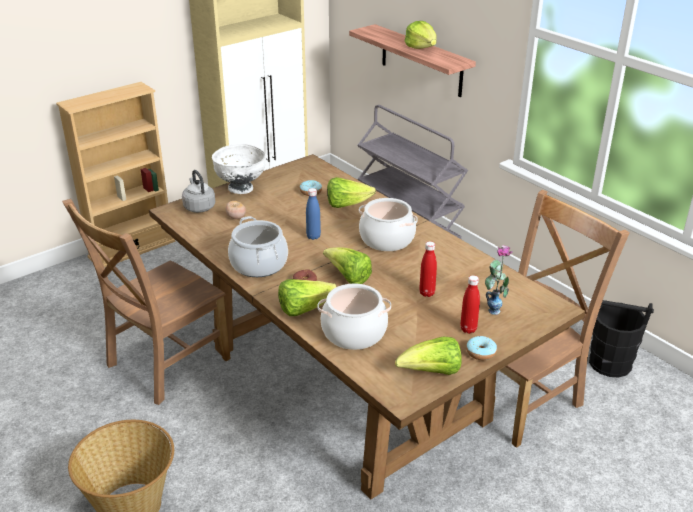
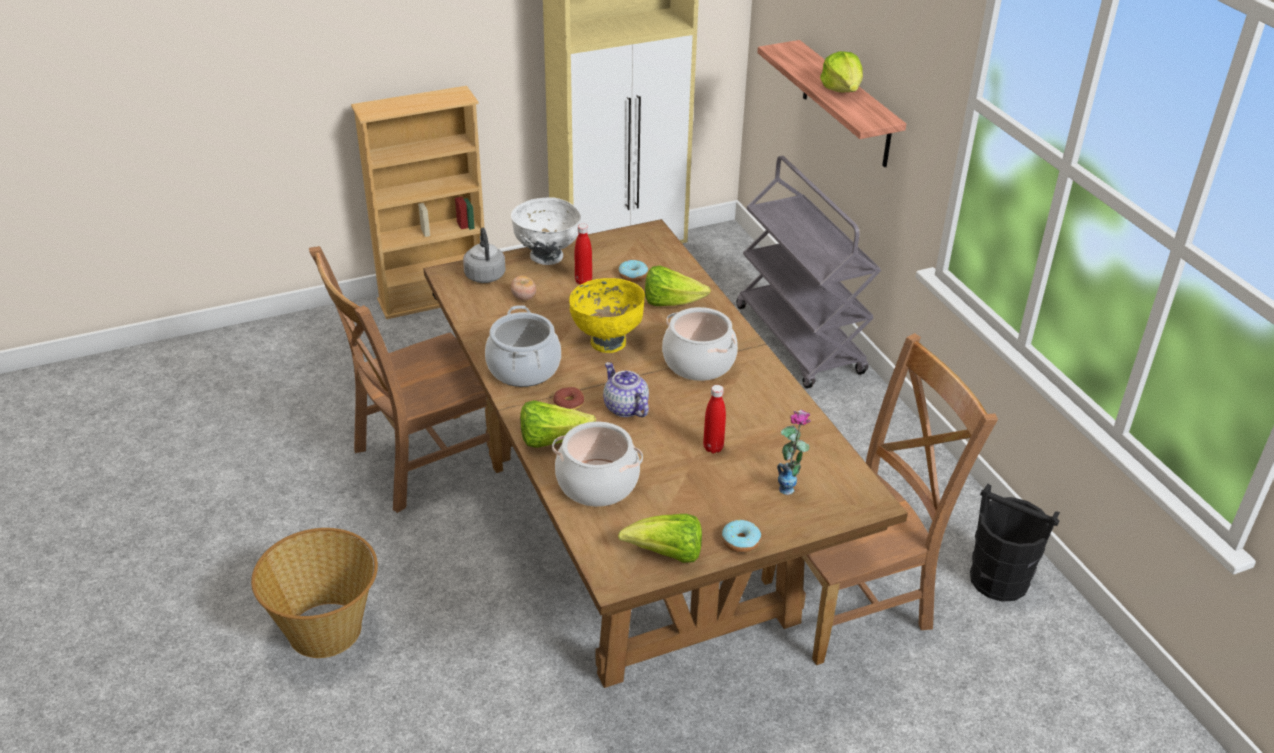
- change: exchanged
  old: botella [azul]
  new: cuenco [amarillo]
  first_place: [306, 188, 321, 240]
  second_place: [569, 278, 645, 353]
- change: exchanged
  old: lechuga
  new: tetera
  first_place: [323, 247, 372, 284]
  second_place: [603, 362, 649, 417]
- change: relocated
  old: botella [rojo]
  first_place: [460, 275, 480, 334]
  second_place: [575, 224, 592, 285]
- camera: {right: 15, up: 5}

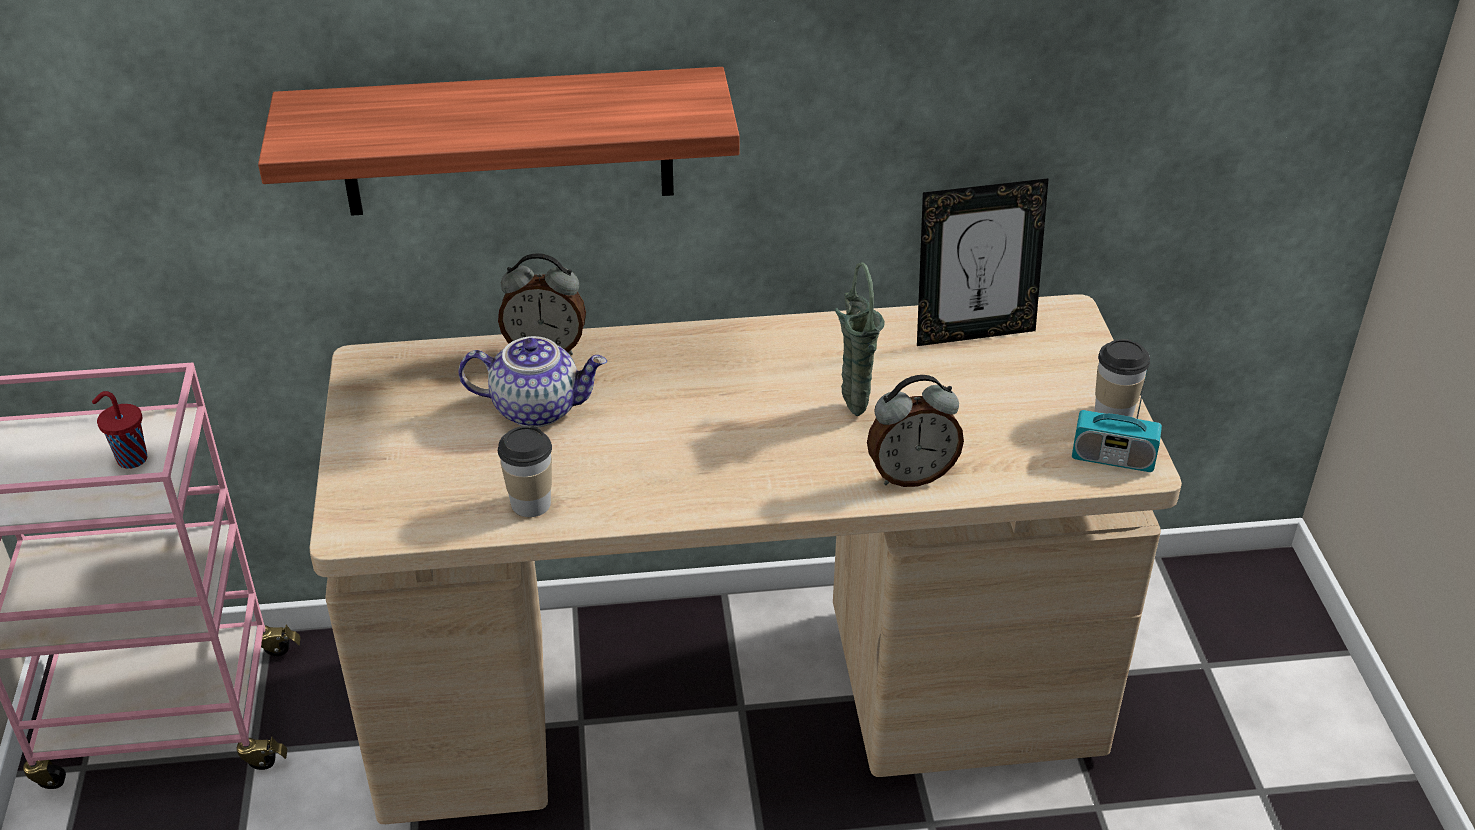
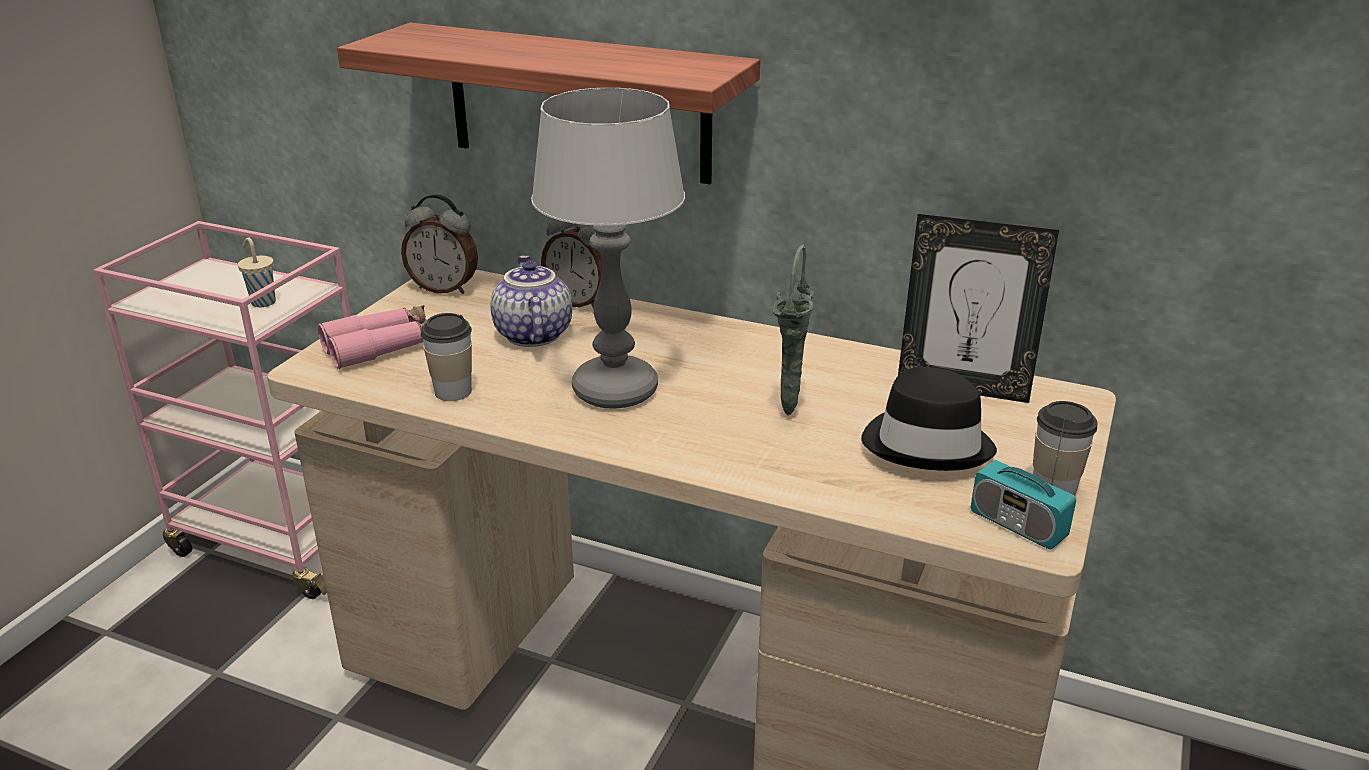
- change: spun
  old: tetera
  first_place: [458, 336, 607, 428]
  second_place: [491, 255, 572, 347]
  degrees: -135
- change: relocated
  old: despertador
  first_place: [867, 375, 964, 487]
  second_place: [401, 194, 478, 294]
- change: colour
  old: taza [rojo]
  new: taza [beis]
  first_place: [92, 391, 147, 469]
  second_place: [238, 237, 276, 307]
- change: appeared
  new: lámpara de mesa
  second_place: [531, 88, 685, 409]
- change: appeared
  new: prismáticos [rosa]
  second_place: [318, 305, 427, 369]
- change: appeared
  new: sombrero [negro]
  second_place: [861, 367, 997, 471]
- camera: {right: 30, up: -10}

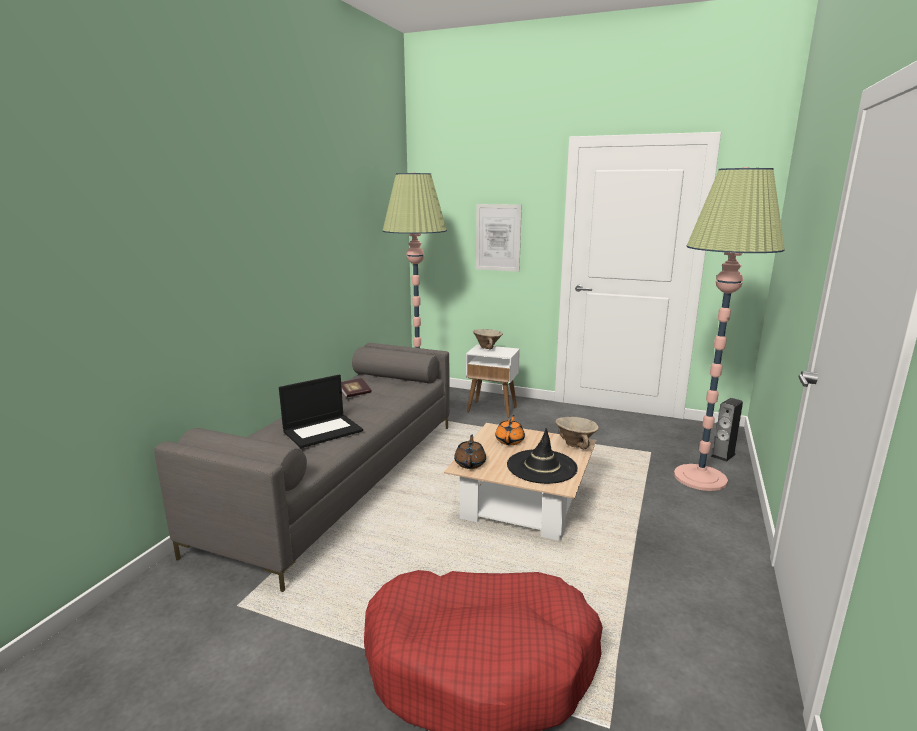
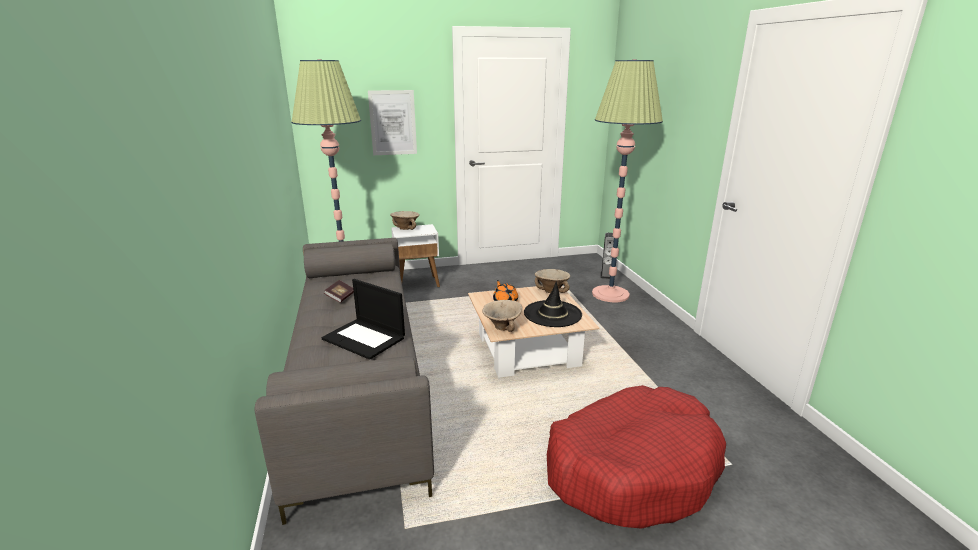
- change: spun
  old: portátil
  first_place: [279, 375, 363, 448]
  second_place: [321, 279, 405, 360]
  degrees: 105
- change: exchanged
  old: tetera [marrón]
  new: cuenco [beis]
  first_place: [454, 435, 486, 469]
  second_place: [482, 300, 523, 332]
- camera: {right: -35, up: 5}

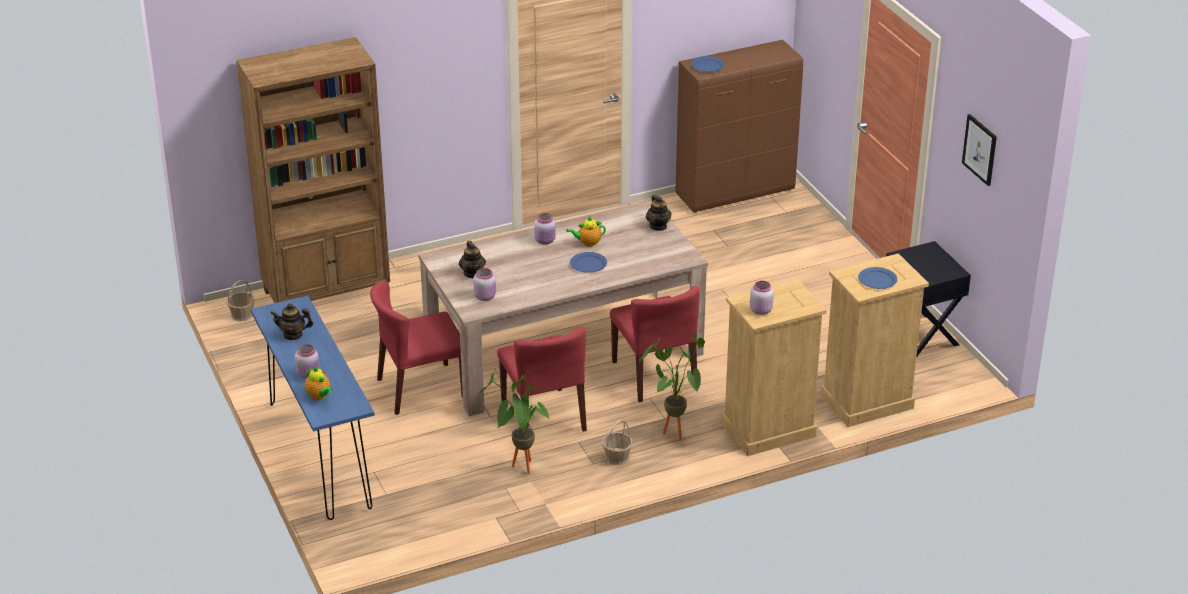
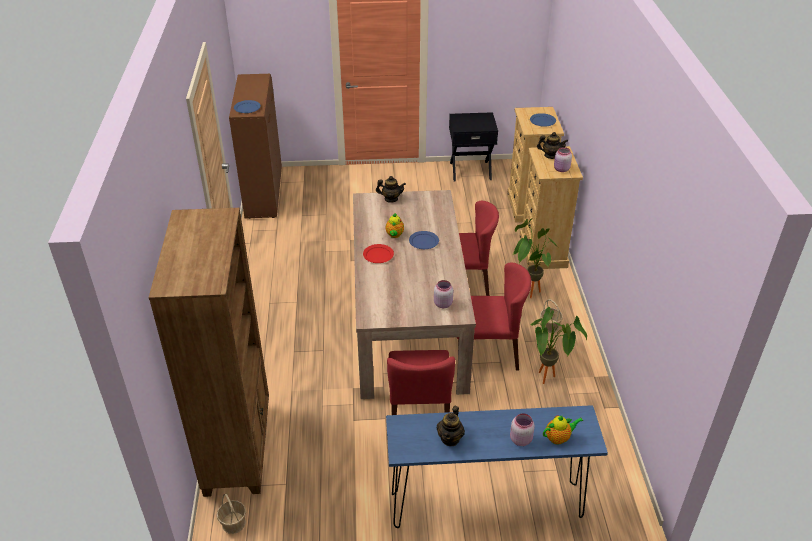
- change: missing
  old: cuadro
  first_place: [962, 114, 997, 186]
- change: exchanged
  old: tarro [rosa]
  new: plato [rojo]
  first_place: [534, 213, 556, 245]
  second_place: [363, 244, 394, 263]
- change: relocated
  old: tetera
  first_place: [459, 241, 486, 278]
  second_place: [537, 132, 568, 159]
- camera: {right: -70, up: 5}

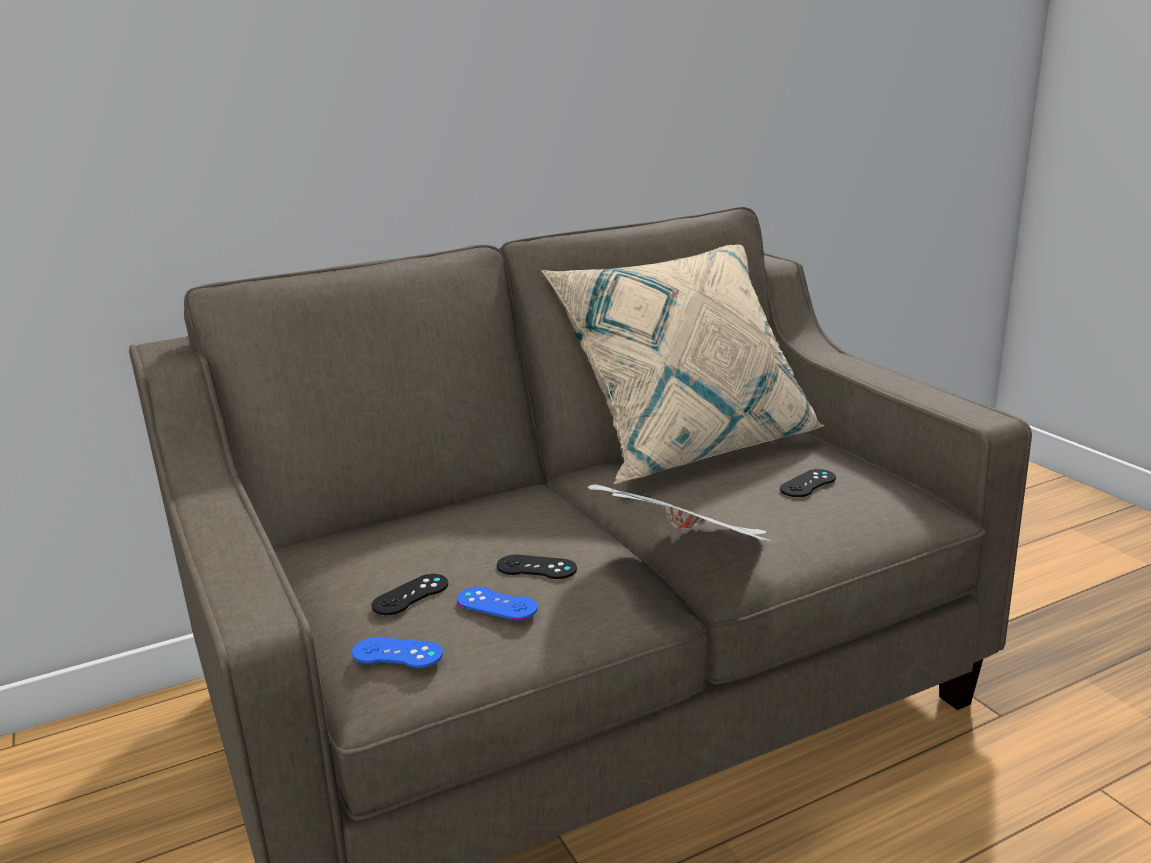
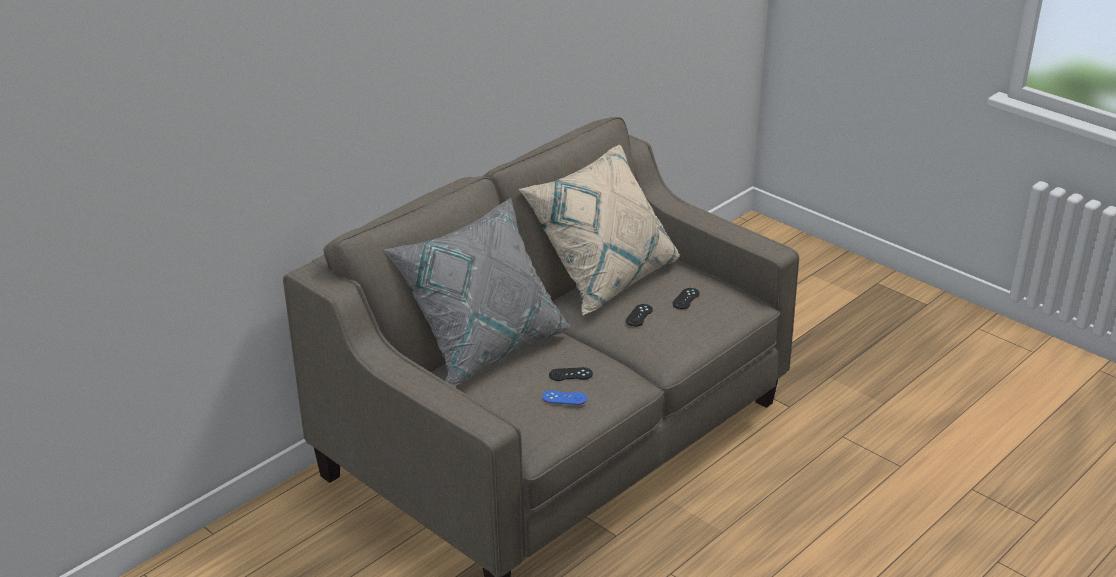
- change: missing
  old: periódico
  first_place: [588, 485, 770, 541]
- change: relocated
  old: mando de consola [negro]
  first_place: [372, 574, 448, 615]
  second_place: [625, 304, 653, 327]
- change: missing
  old: mando de consola [azul]
  first_place: [352, 637, 443, 668]
- change: appeared
  new: cojín [gris]
  second_place: [383, 198, 572, 386]
- camera: {right: -20, up: 10}

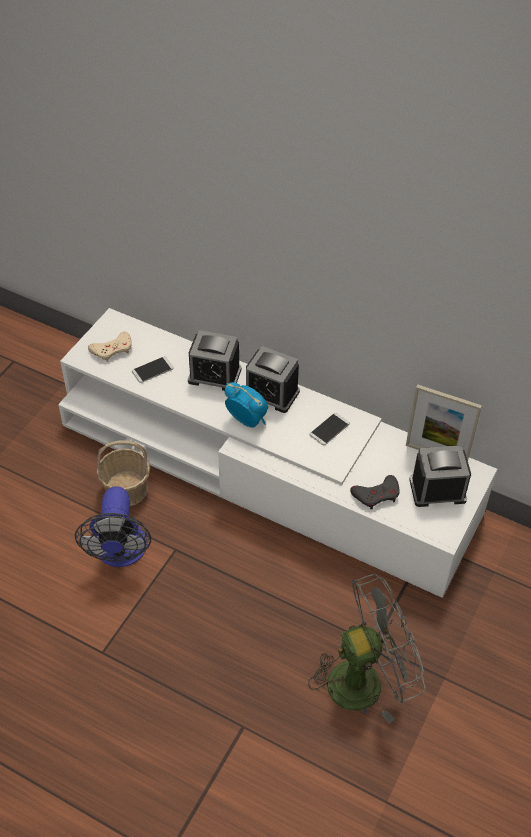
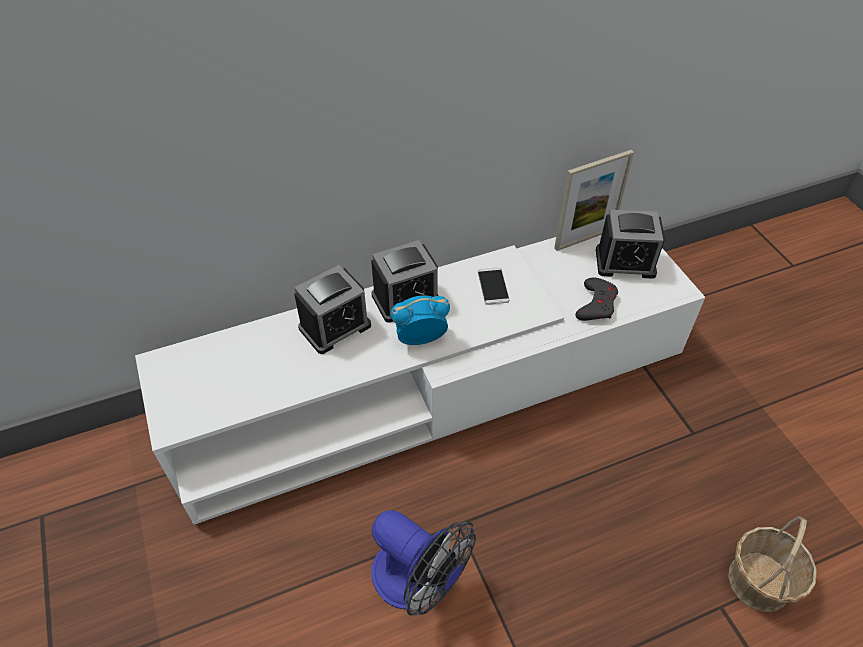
- change: missing
  old: mando de consola [beis]
  first_place: [88, 332, 132, 362]
- change: missing
  old: móvil
  first_place: [132, 357, 174, 383]
- change: relocated
  old: cesta
  first_place: [97, 441, 150, 506]
  second_place: [728, 516, 817, 612]
- change: spun
  old: despertador
  first_place: [409, 445, 471, 507]
  second_place: [596, 210, 665, 279]
  degrees: -120
- change: missing
  old: ventilador [gris]
  first_place: [308, 574, 426, 723]
- camera: {right: -50, up: 0}

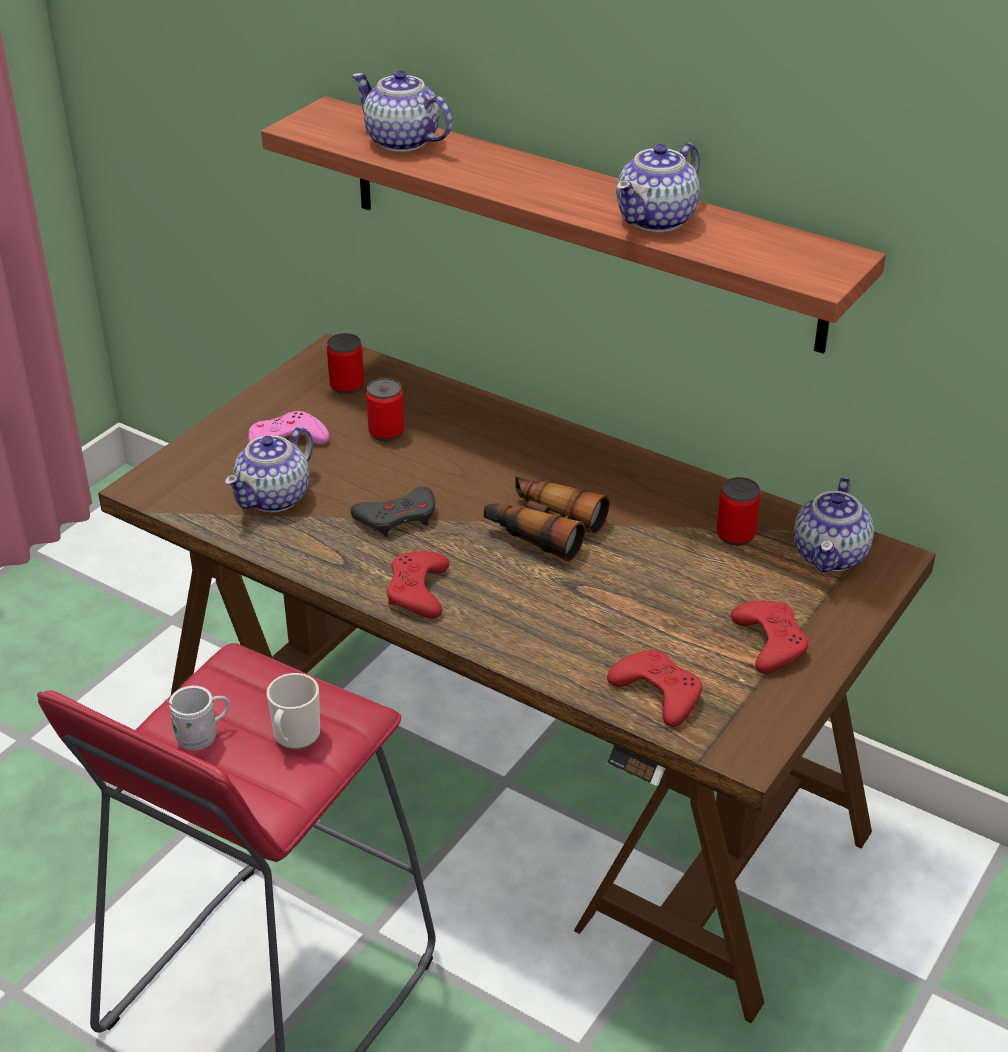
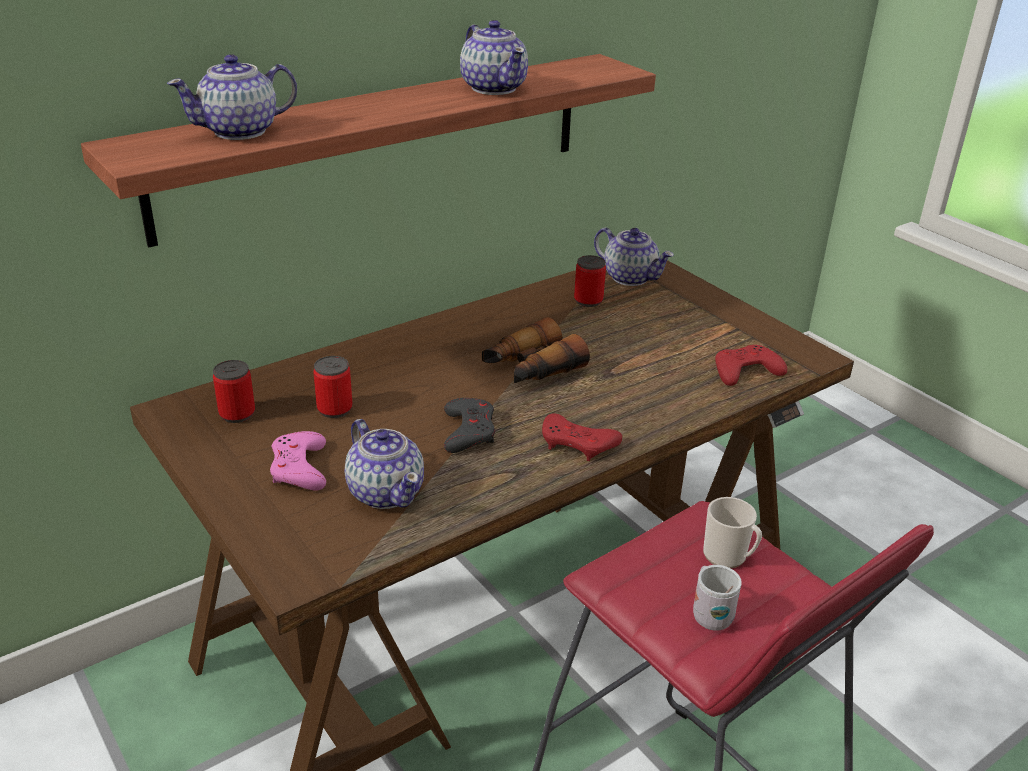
- change: missing
  old: mando de consola [rojo]
  first_place: [731, 601, 809, 674]
- camera: {right: -70, up: -5}

